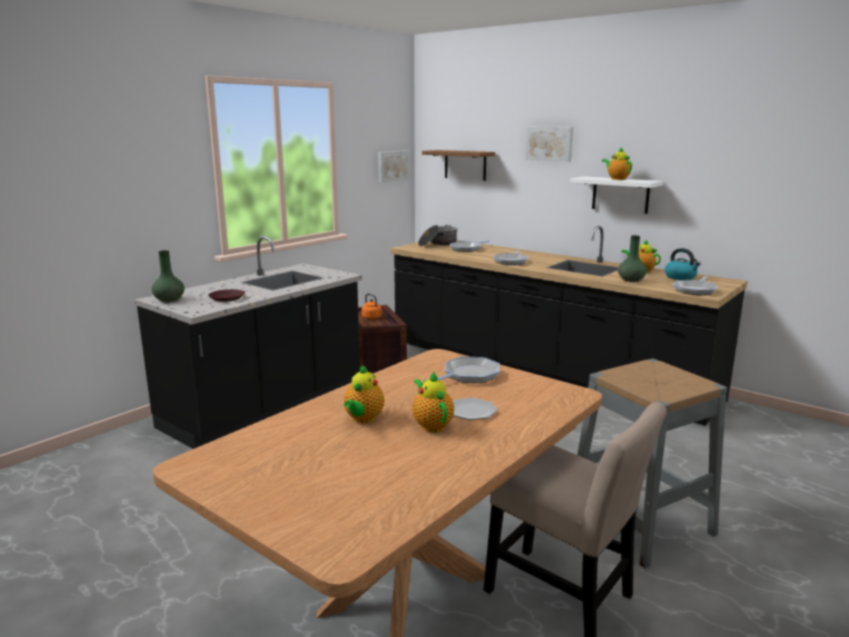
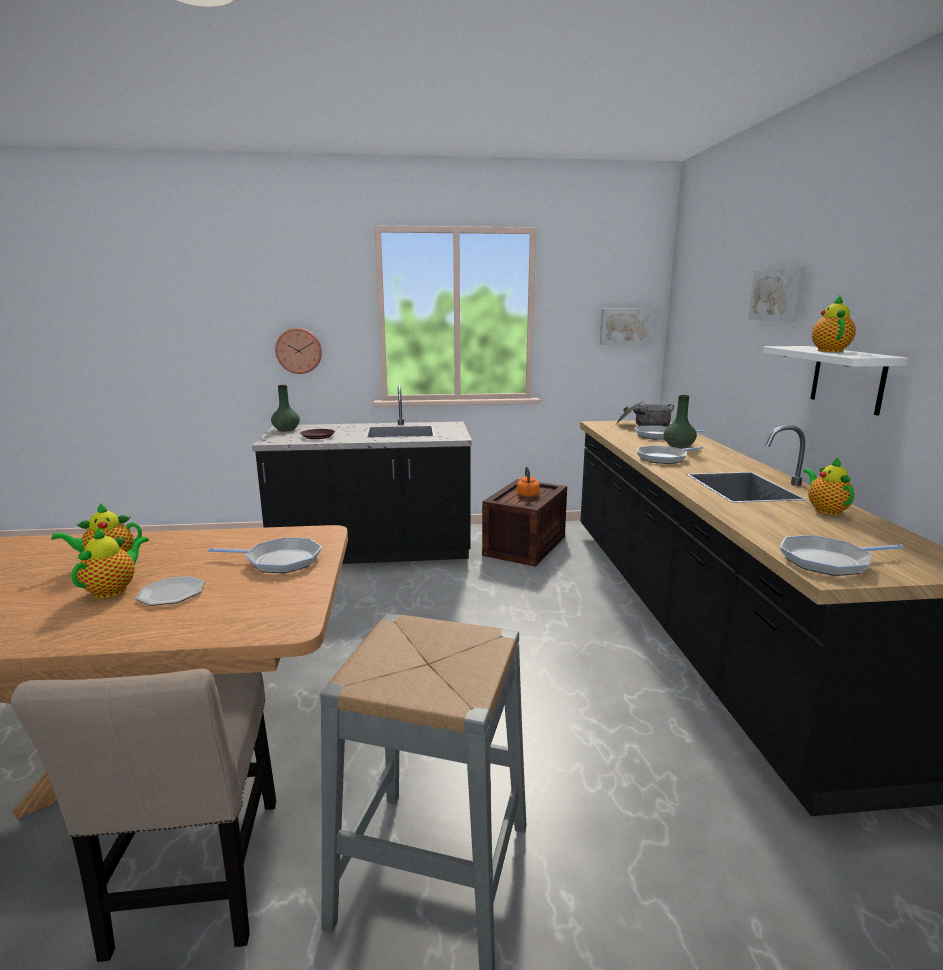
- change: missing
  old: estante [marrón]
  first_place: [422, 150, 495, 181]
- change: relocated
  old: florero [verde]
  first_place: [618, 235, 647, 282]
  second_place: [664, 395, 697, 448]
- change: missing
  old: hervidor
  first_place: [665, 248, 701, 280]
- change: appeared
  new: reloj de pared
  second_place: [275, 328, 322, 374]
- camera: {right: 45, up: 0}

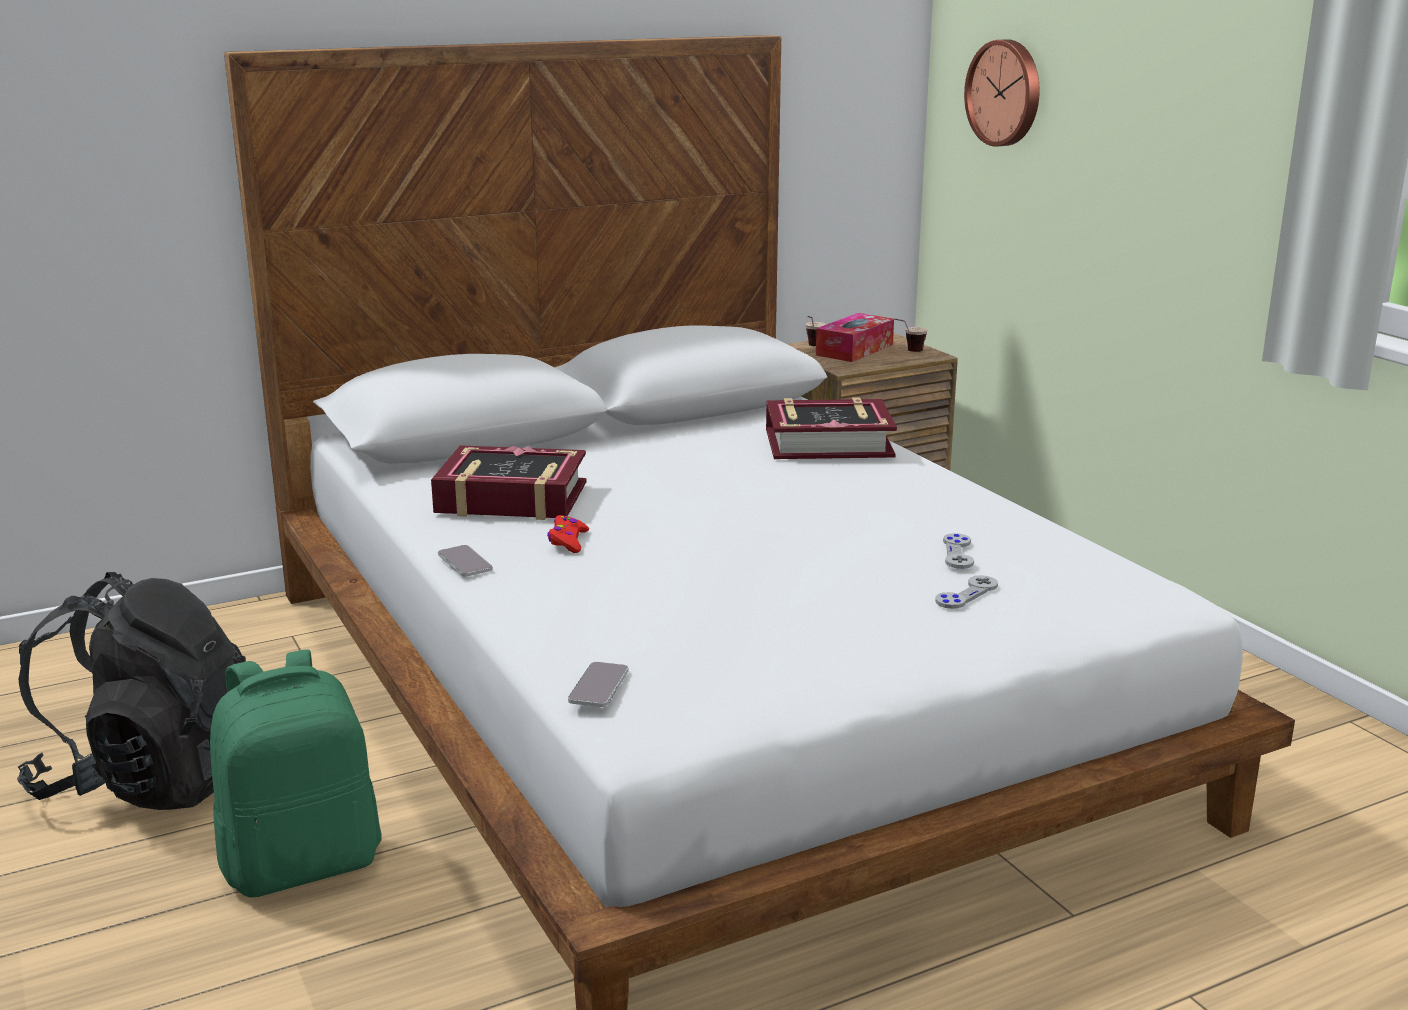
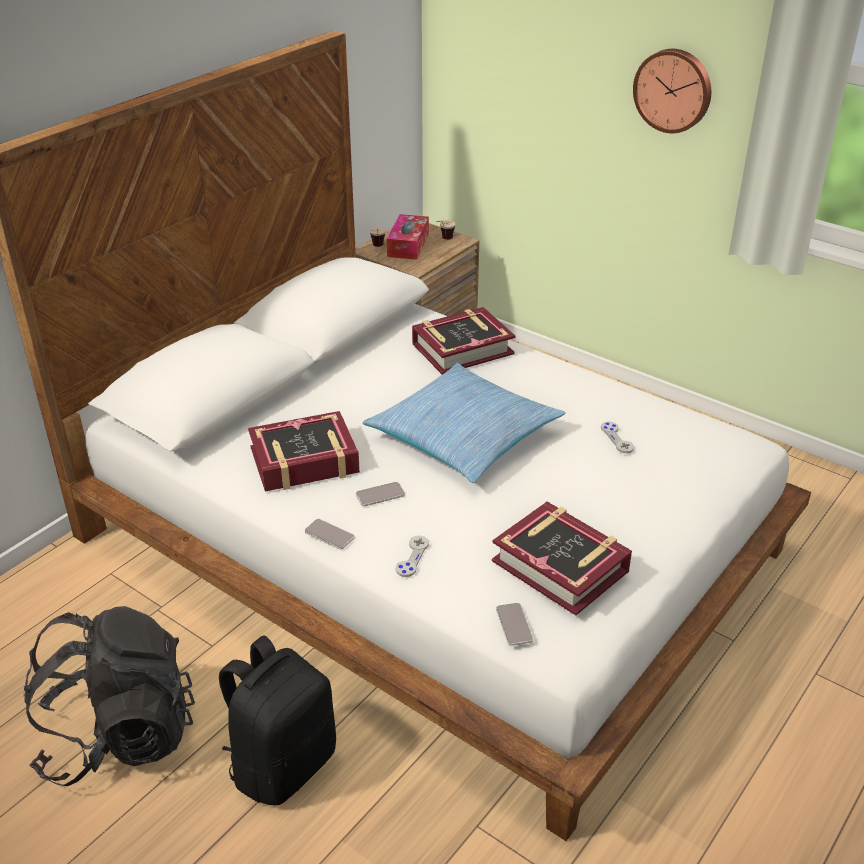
- change: relocated
  old: reloj de pared
  first_place: [964, 39, 1040, 147]
  second_place: [633, 49, 711, 133]
- change: exchanged
  old: mando de consola [rojo]
  new: móvil
  first_place: [547, 515, 589, 553]
  second_place: [356, 482, 405, 506]
- change: relocated
  old: mando de consola [gris]
  first_place: [935, 575, 998, 609]
  second_place: [396, 536, 429, 577]
- change: colour
  old: mochila [verde]
  new: mochila [negro]
  first_place: [210, 650, 382, 898]
  second_place: [219, 635, 336, 806]
- change: appeared
  new: cojín
  second_place: [362, 362, 566, 483]
- change: appeared
  new: libro
  second_place: [492, 502, 632, 615]
- camera: {right: -25, up: 15}

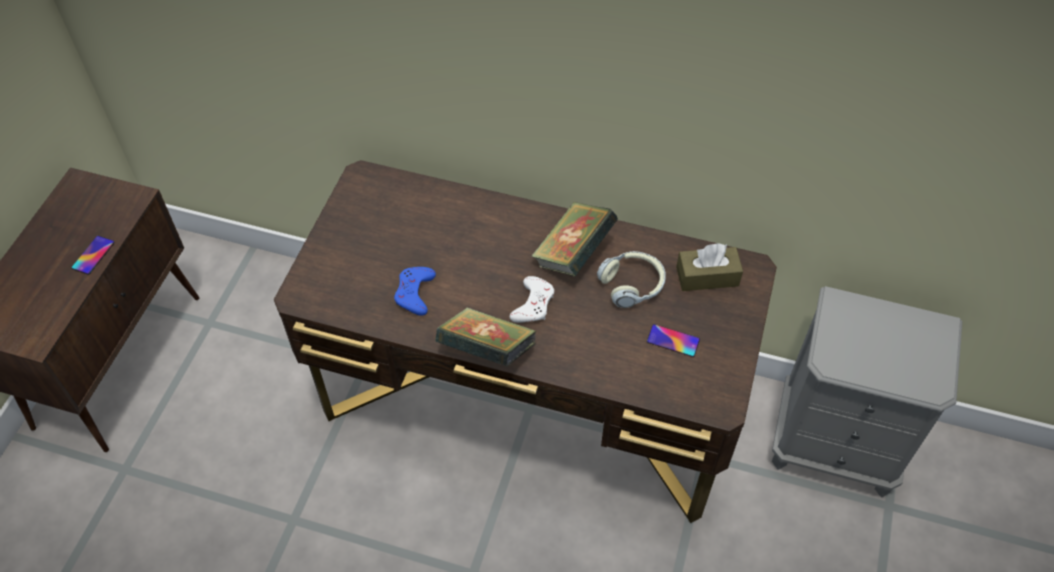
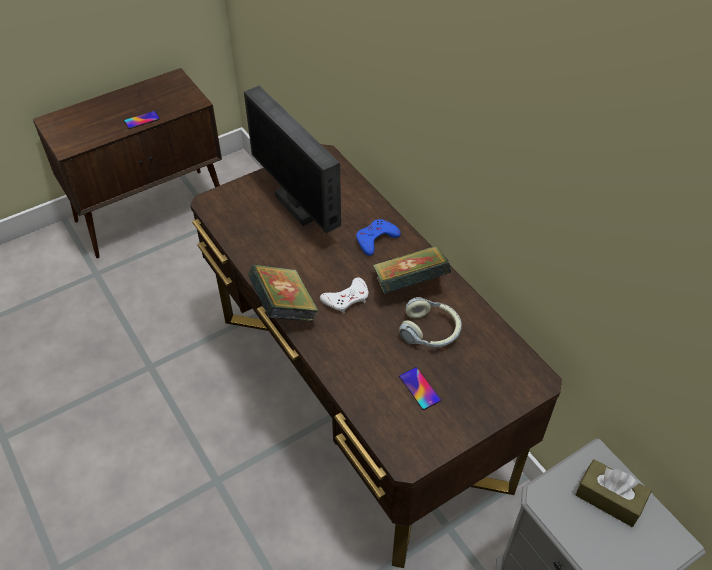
- change: relocated
  old: caja de pañuelos [marrón]
  first_place: [676, 243, 743, 291]
  second_place: [575, 459, 652, 527]
- change: relocated
  old: mando de consola [azul]
  first_place: [394, 267, 436, 316]
  second_place: [356, 219, 401, 256]
- change: appeared
  new: monitor
  second_place: [244, 86, 341, 233]
- camera: {right: 40, up: -5}

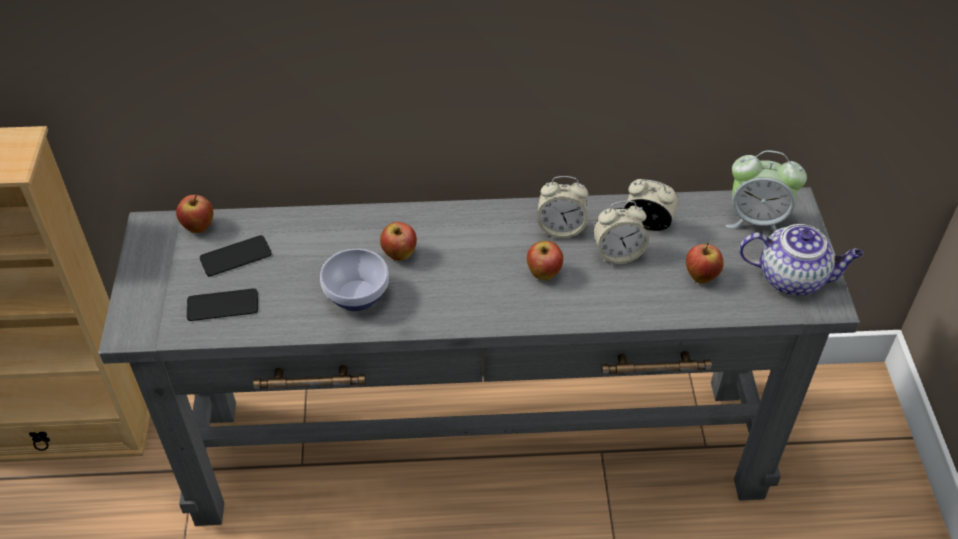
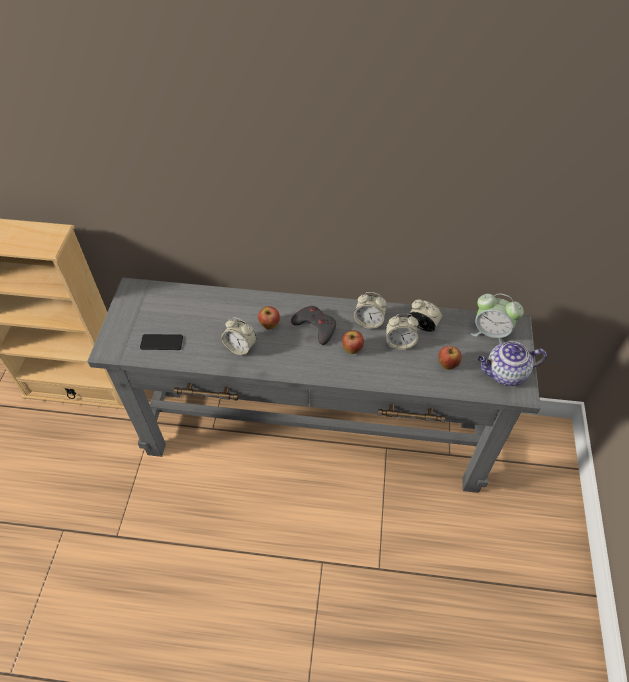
- change: missing
  old: manzana
  first_place: [176, 195, 213, 233]
- change: spun
  old: tetera
  first_place: [739, 224, 864, 296]
  second_place: [477, 341, 547, 386]
  degrees: 150
- change: missing
  old: móvil
  first_place: [200, 235, 272, 276]
- change: exchanged
  old: cuenco
  new: despertador
  first_place: [320, 249, 389, 311]
  second_place: [221, 317, 256, 355]
- change: appeared
  new: mando de consola [gris]
  second_place: [291, 306, 336, 345]
- camera: {right: 10, up: 5}

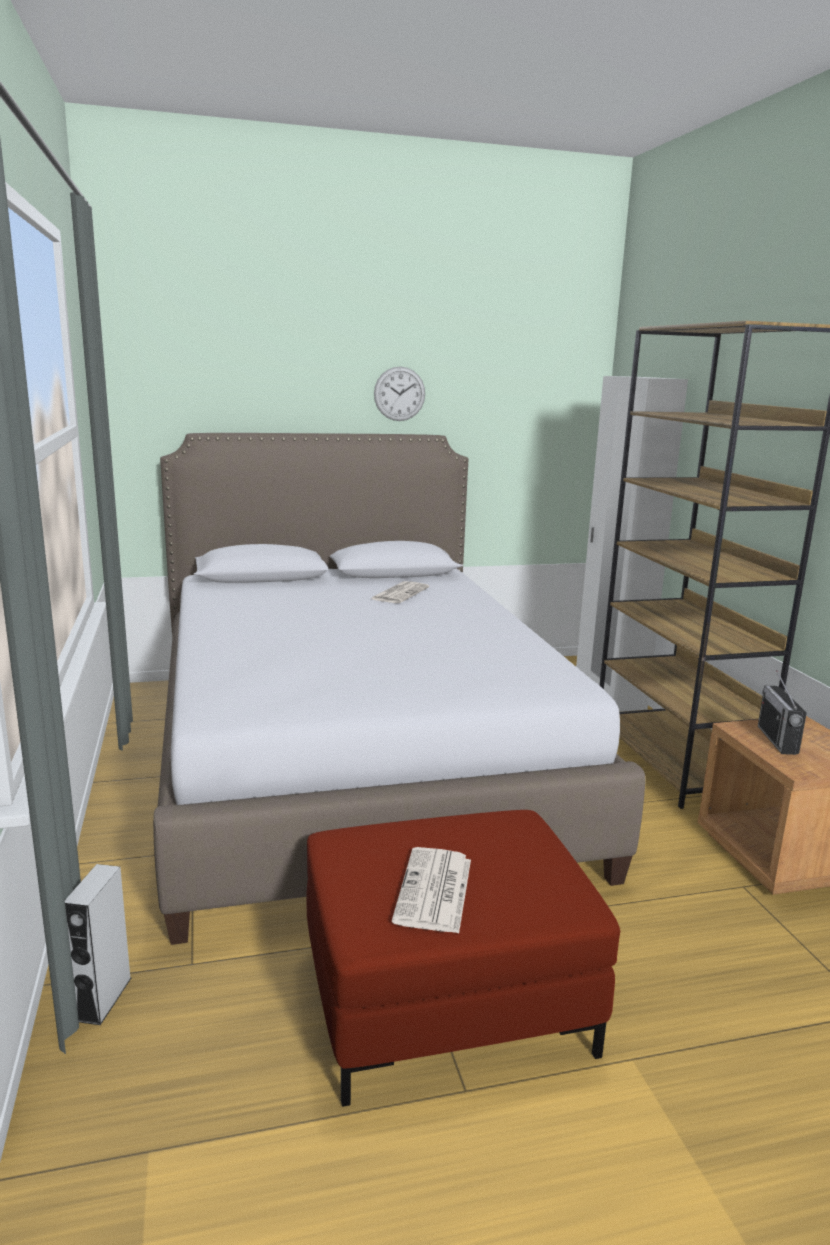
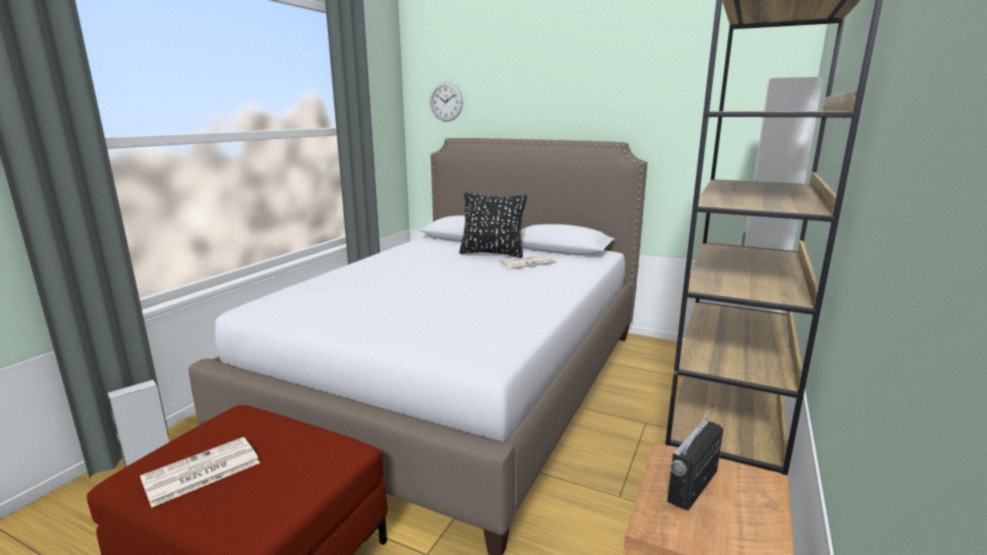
- change: relocated
  old: reloj de pared
  first_place: [374, 367, 425, 421]
  second_place: [430, 82, 463, 122]
- change: appeared
  new: cojín [negro]
  second_place: [459, 193, 527, 258]
- camera: {right: 40, up: 0}

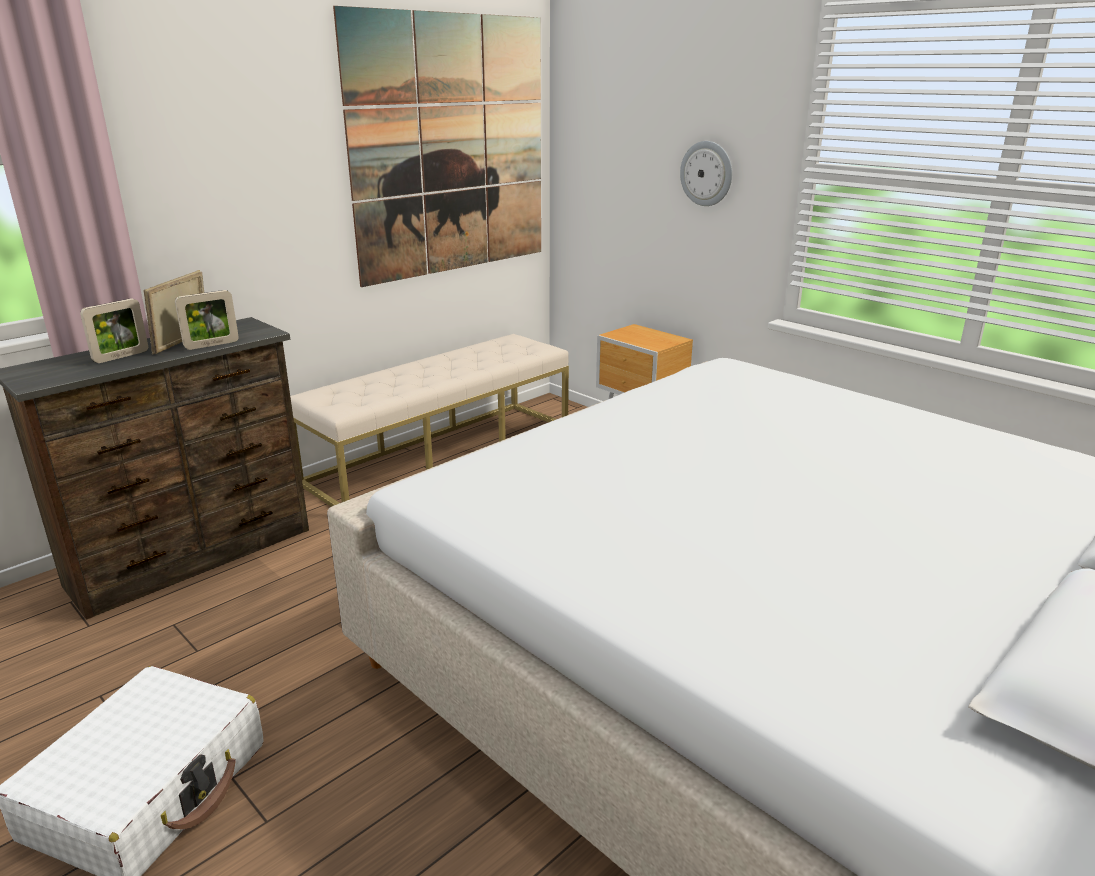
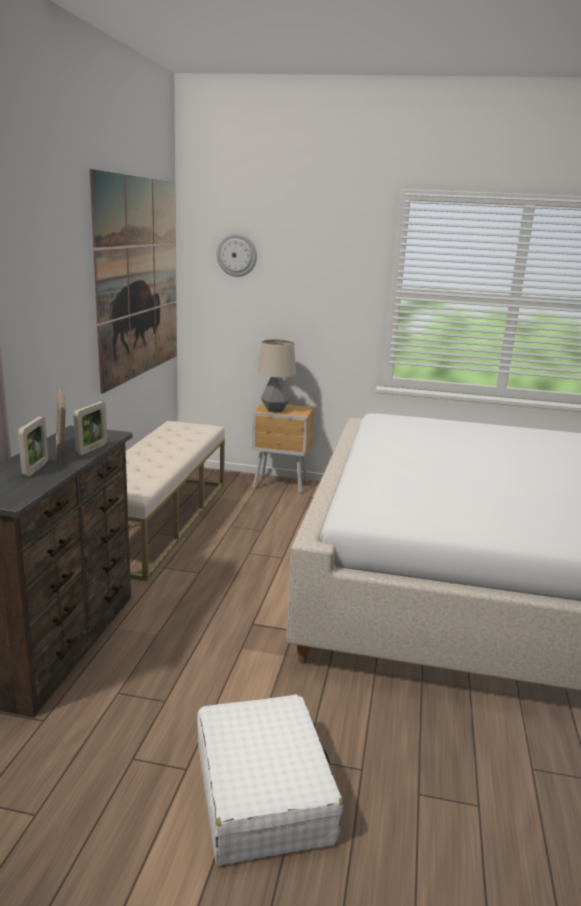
- change: relocated
  old: reloj de pared
  first_place: [680, 141, 732, 206]
  second_place: [217, 233, 257, 277]
- change: appeared
  new: lámpara de mesa
  second_place: [258, 339, 296, 413]
- camera: {right: -35, up: -5}

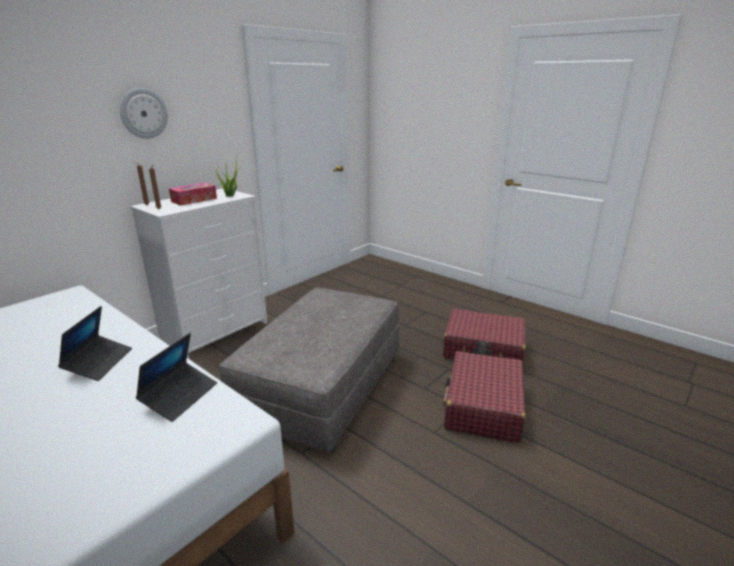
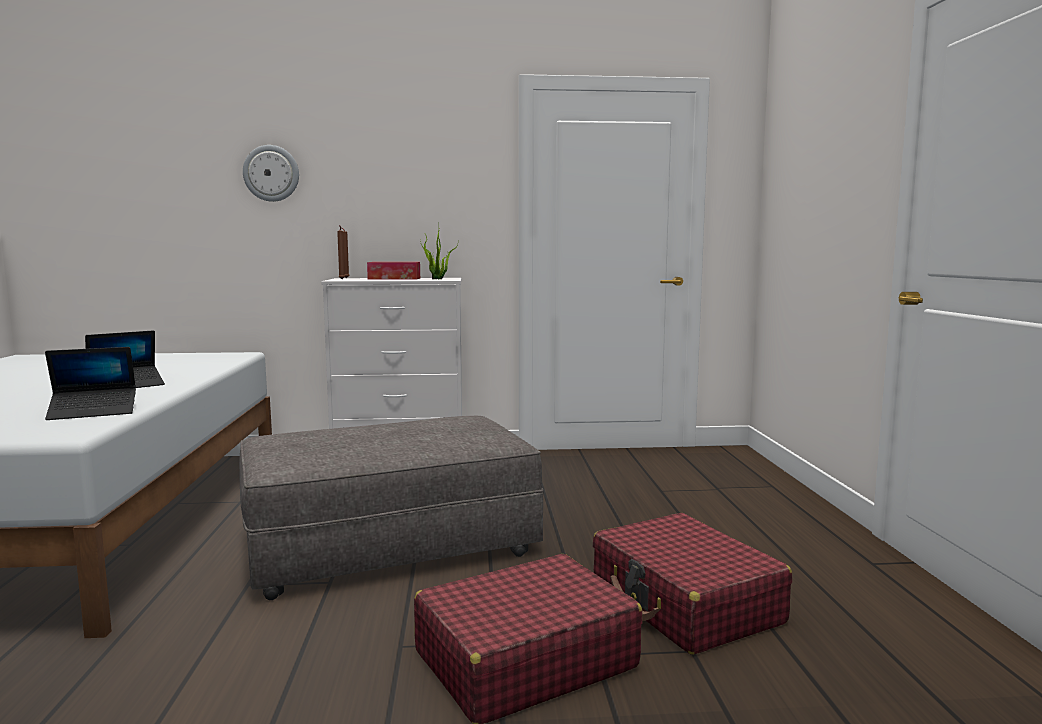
- change: relocated
  old: reloj de pared
  first_place: [120, 88, 168, 139]
  second_place: [243, 145, 299, 202]
- camera: {right: 45, up: -15}

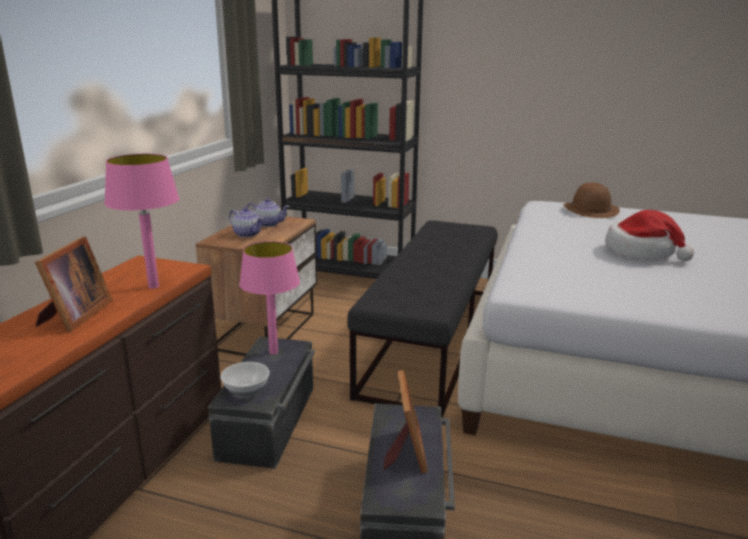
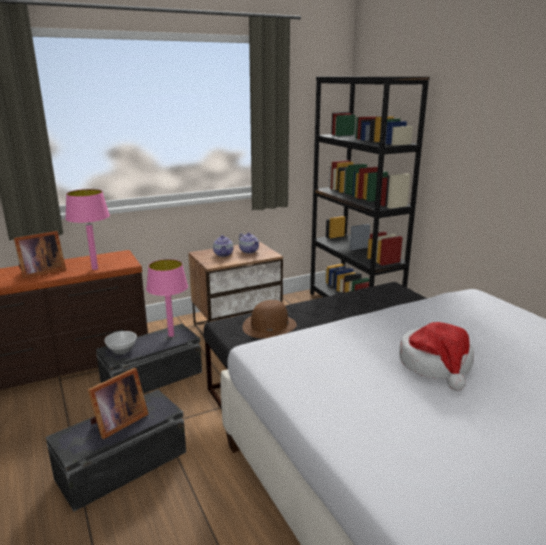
- change: relocated
  old: sombrero [marrón]
  first_place: [563, 182, 620, 218]
  second_place: [242, 300, 297, 338]
- camera: {right: 45, up: 0}

